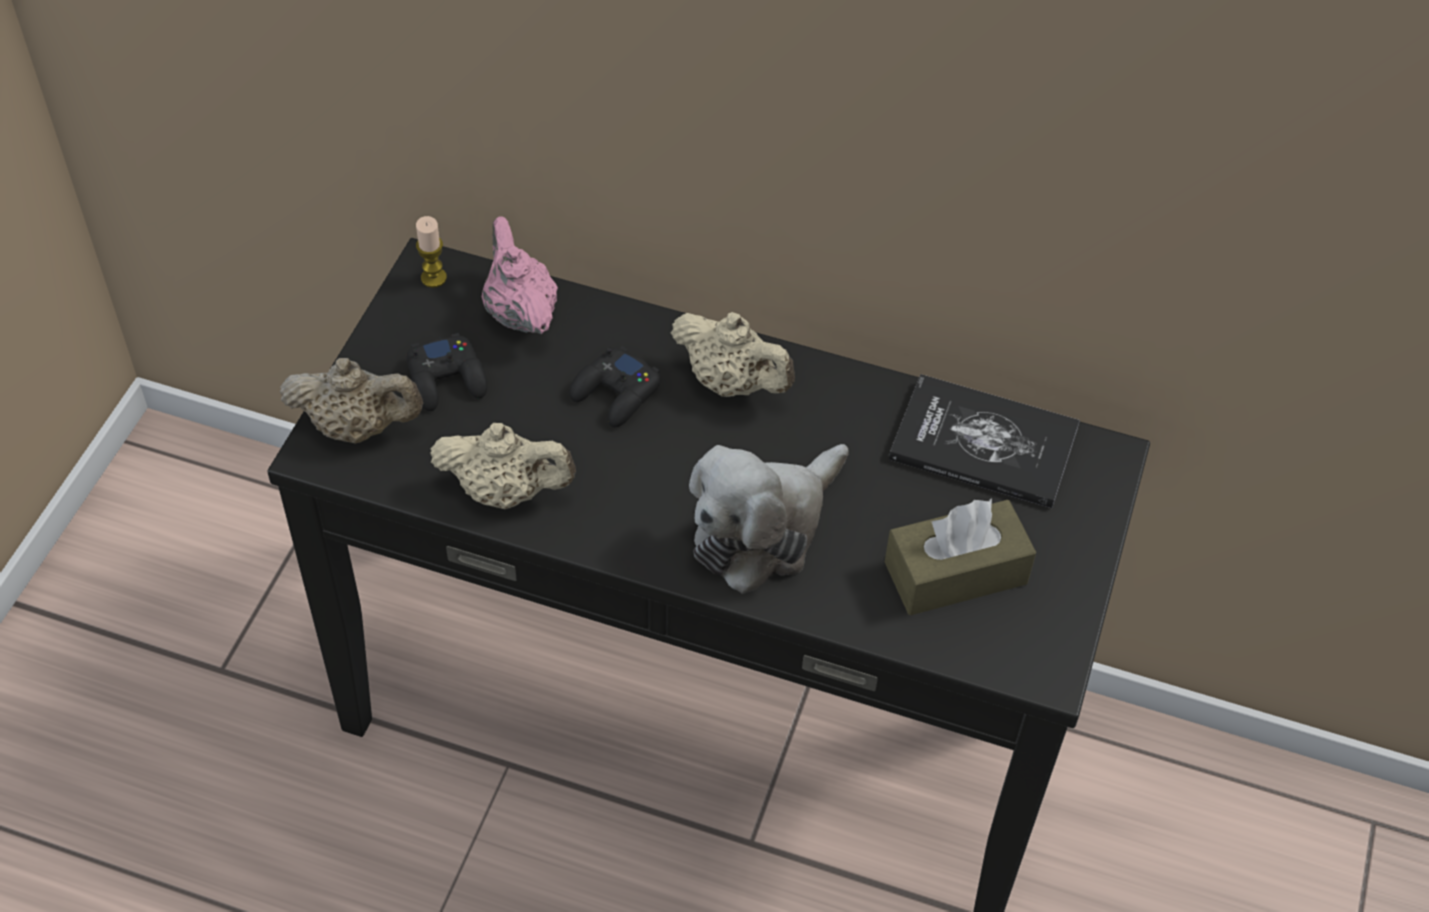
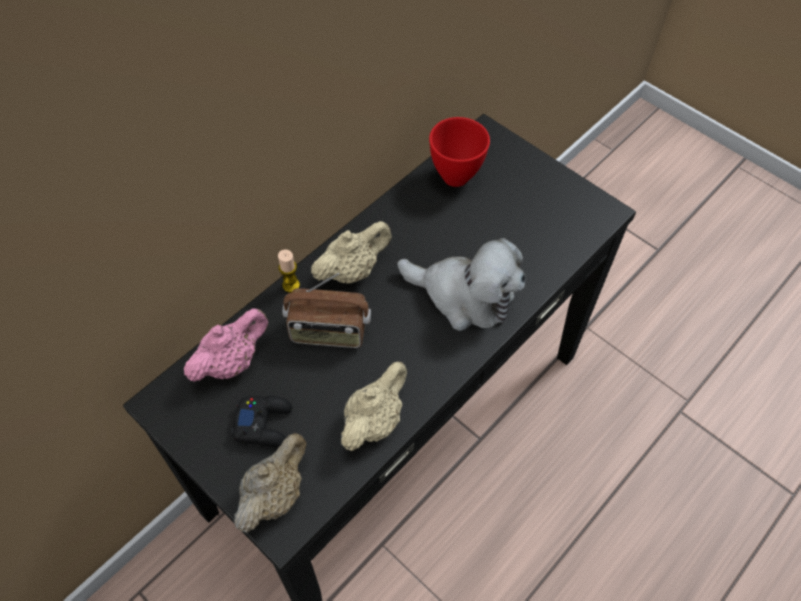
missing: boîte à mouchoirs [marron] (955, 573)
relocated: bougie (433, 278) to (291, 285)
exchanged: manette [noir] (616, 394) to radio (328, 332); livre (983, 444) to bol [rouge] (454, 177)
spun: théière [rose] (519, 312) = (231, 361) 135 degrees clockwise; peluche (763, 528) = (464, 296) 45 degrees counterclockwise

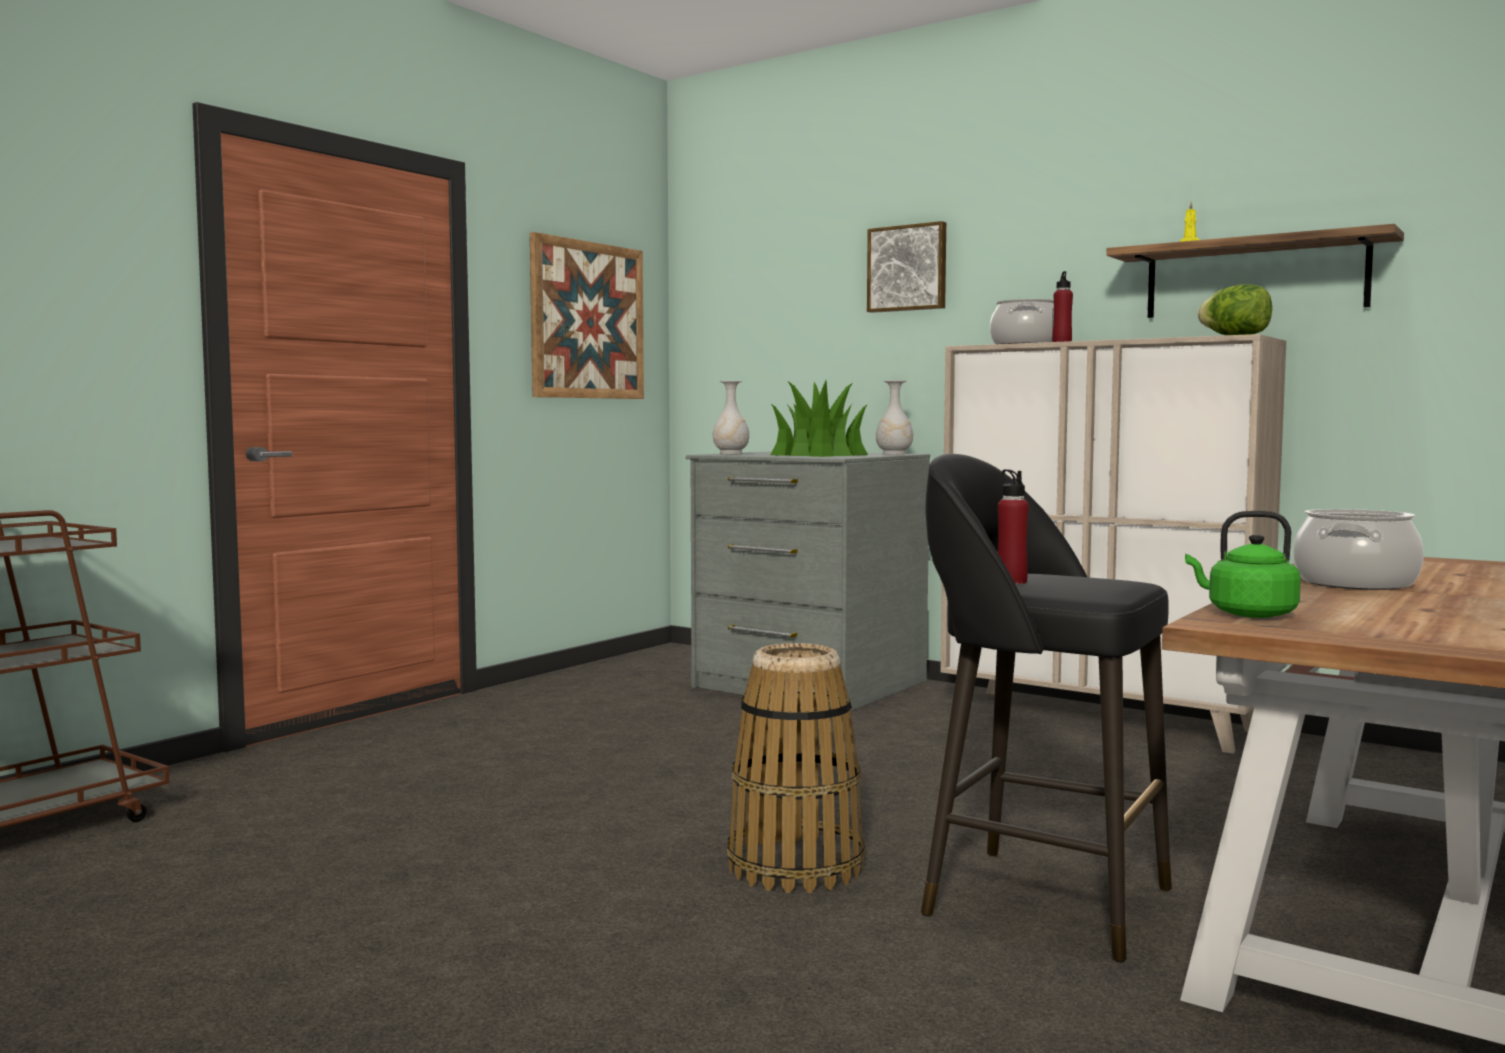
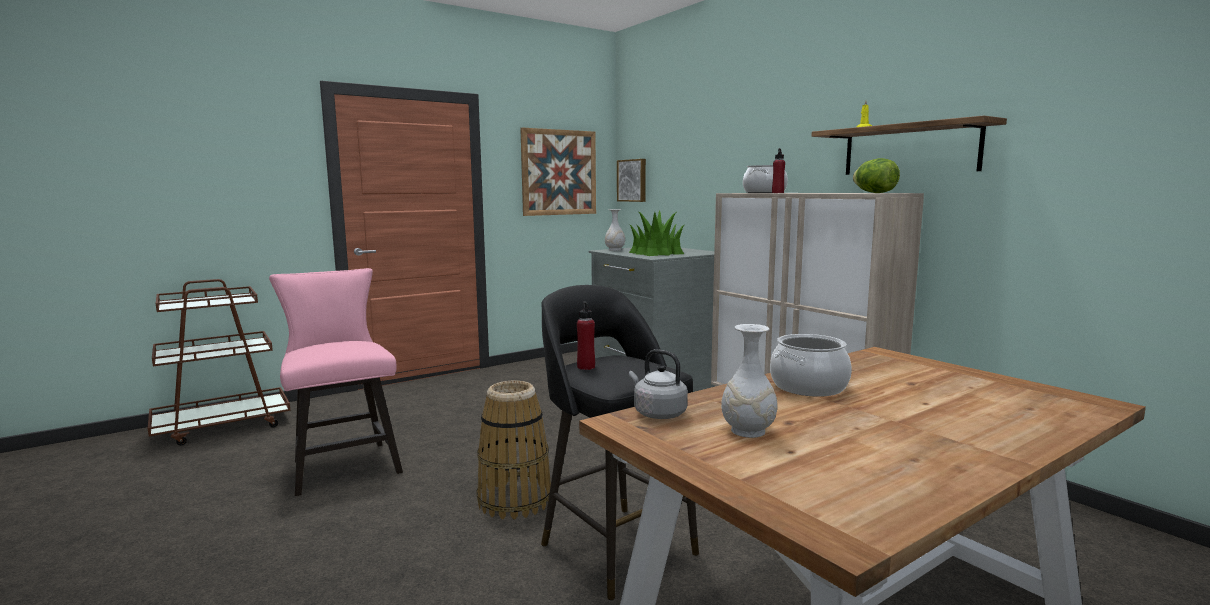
appeared: chaise [rose] (343, 464)
relocated: tableau (908, 268) to (632, 180); vase [blanc] (893, 454) to (747, 431)
colour: bouilloire [vert] (1247, 614) to bouilloire [gris] (657, 413)

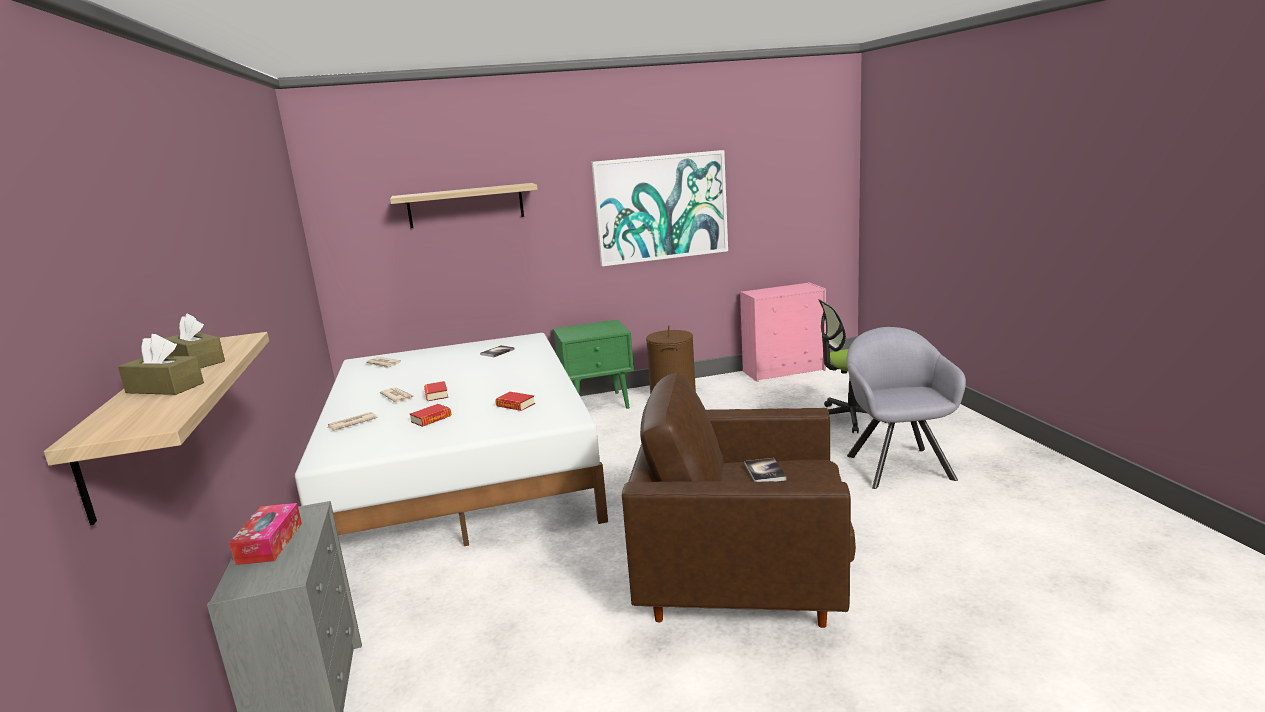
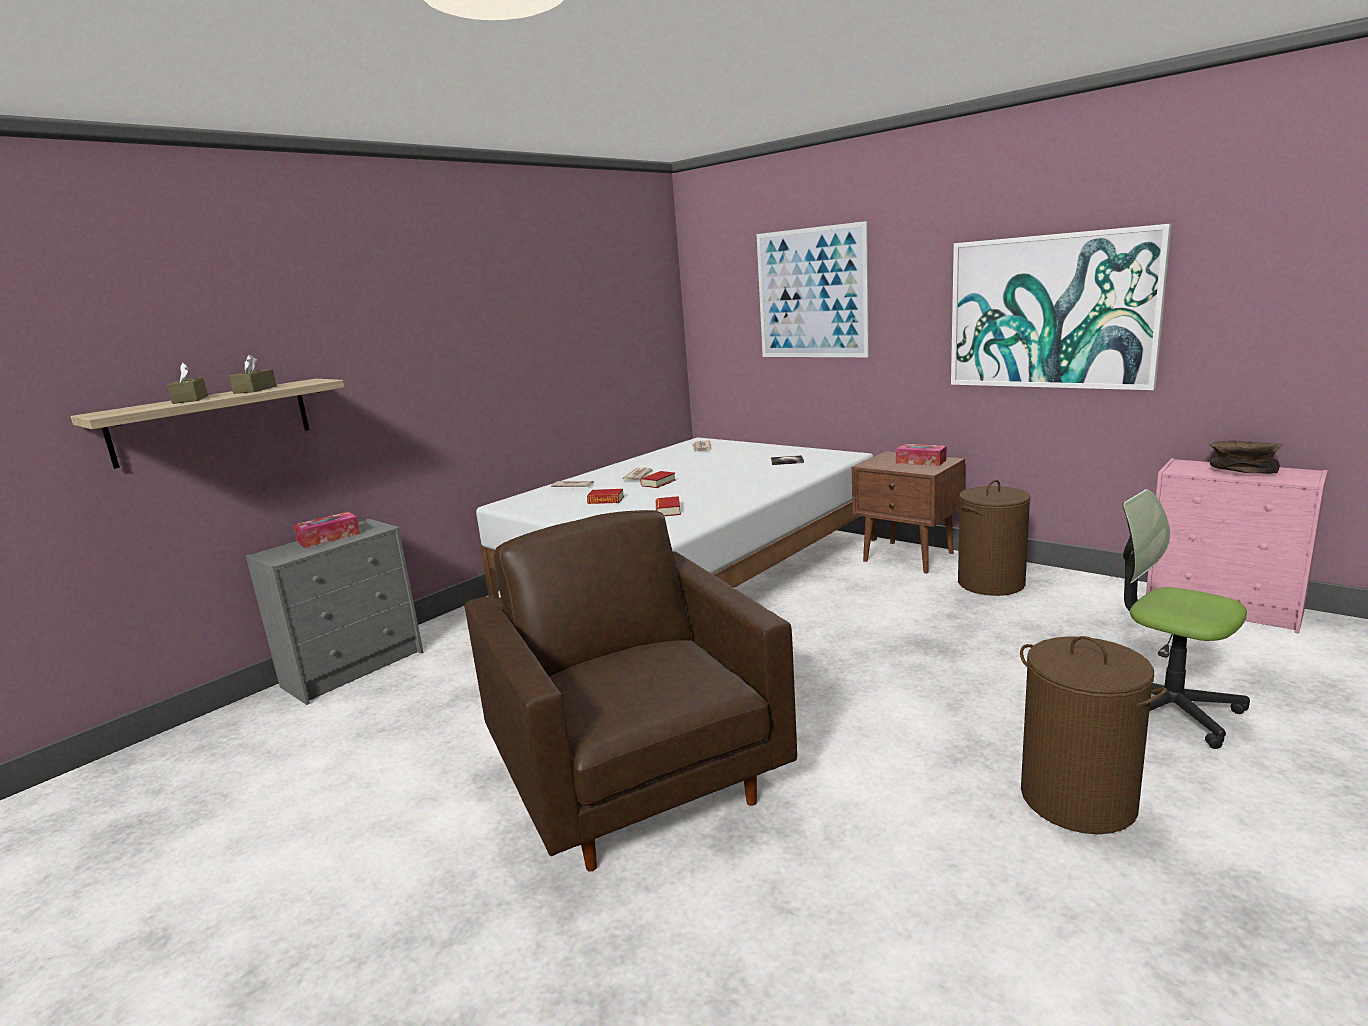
missing: livre (765, 472)
appeared: bol [marron] (1240, 470); boîte à mouchoirs (920, 461)
exchanged: étagère (466, 205) to tableau (811, 293); fauteuil [gris] (897, 464) to panier à linge [marron] (1078, 800)
colour: table de chevet [vert] (599, 404) to table de chevet [marron] (909, 557)

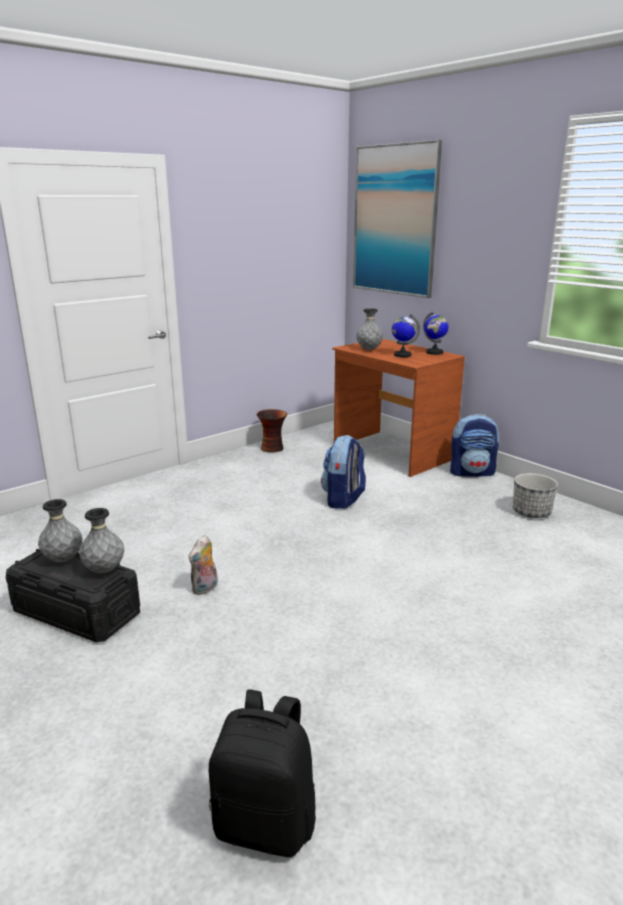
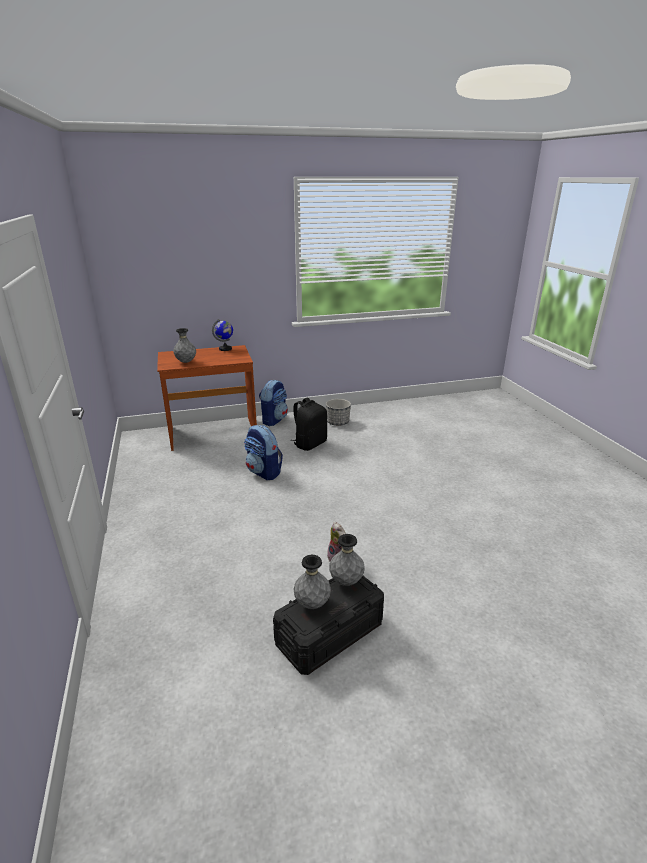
missing: tableau (394, 220); globe (402, 355); vase (273, 448)
relocated: sac à dos [noir] (266, 823) to (310, 444)

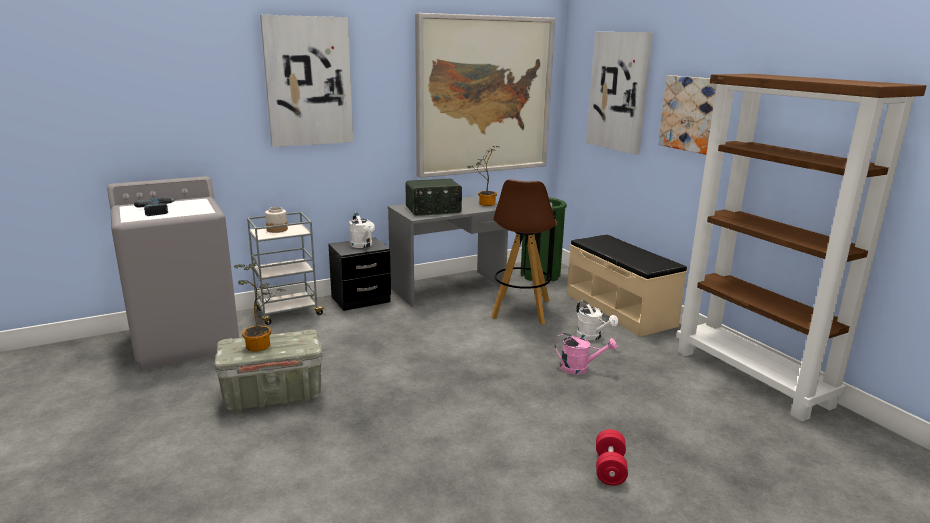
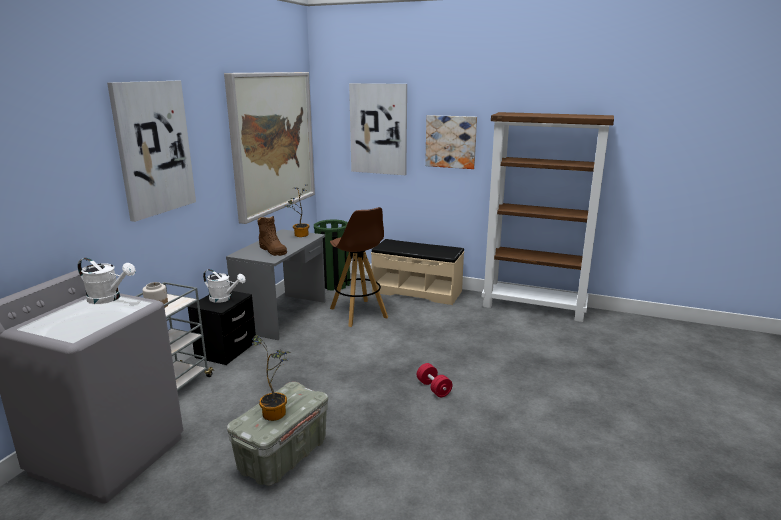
missing: perceuse (158, 210); arrosoir [rose] (580, 368)
relocated: arrosoir [blanc] (592, 336) to (109, 298); haltère [rouge] (609, 468) to (433, 388)
exchanged: radio (433, 210) to botte [marron] (272, 250)

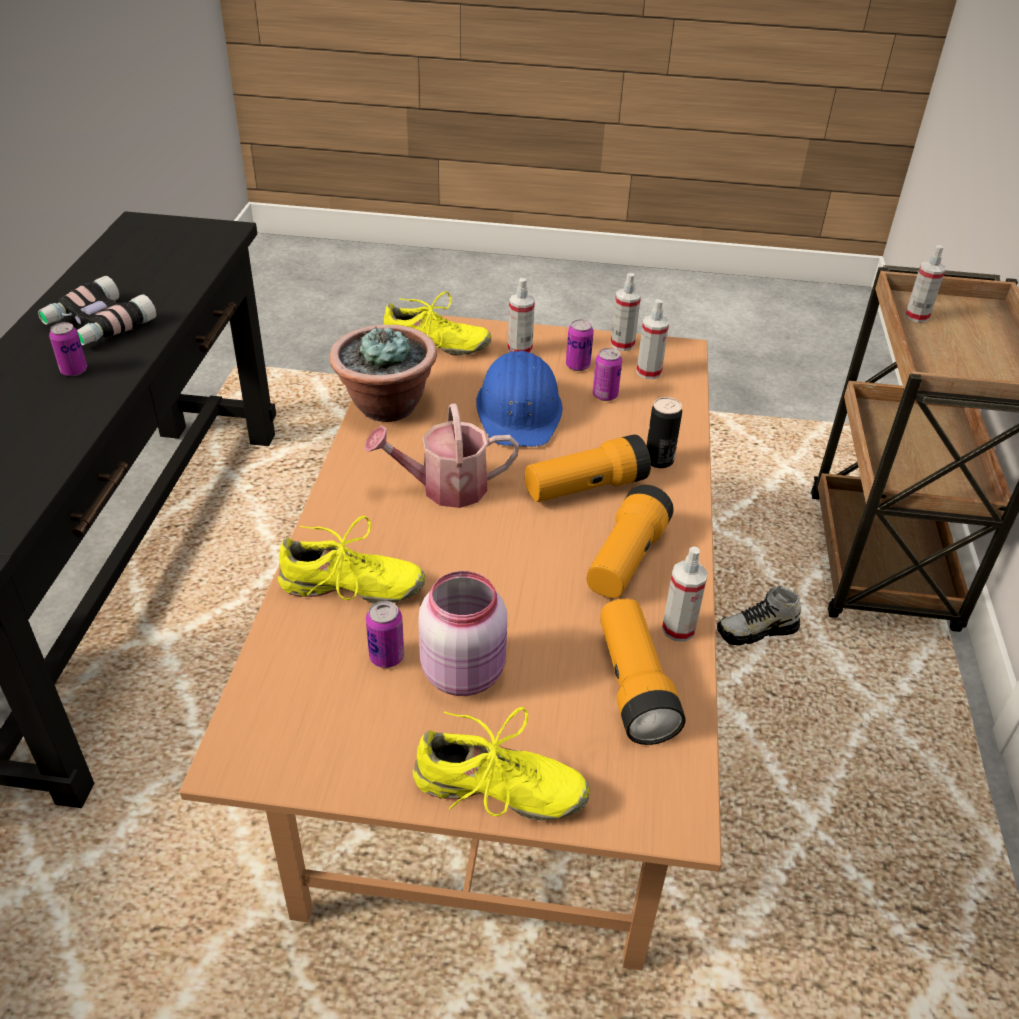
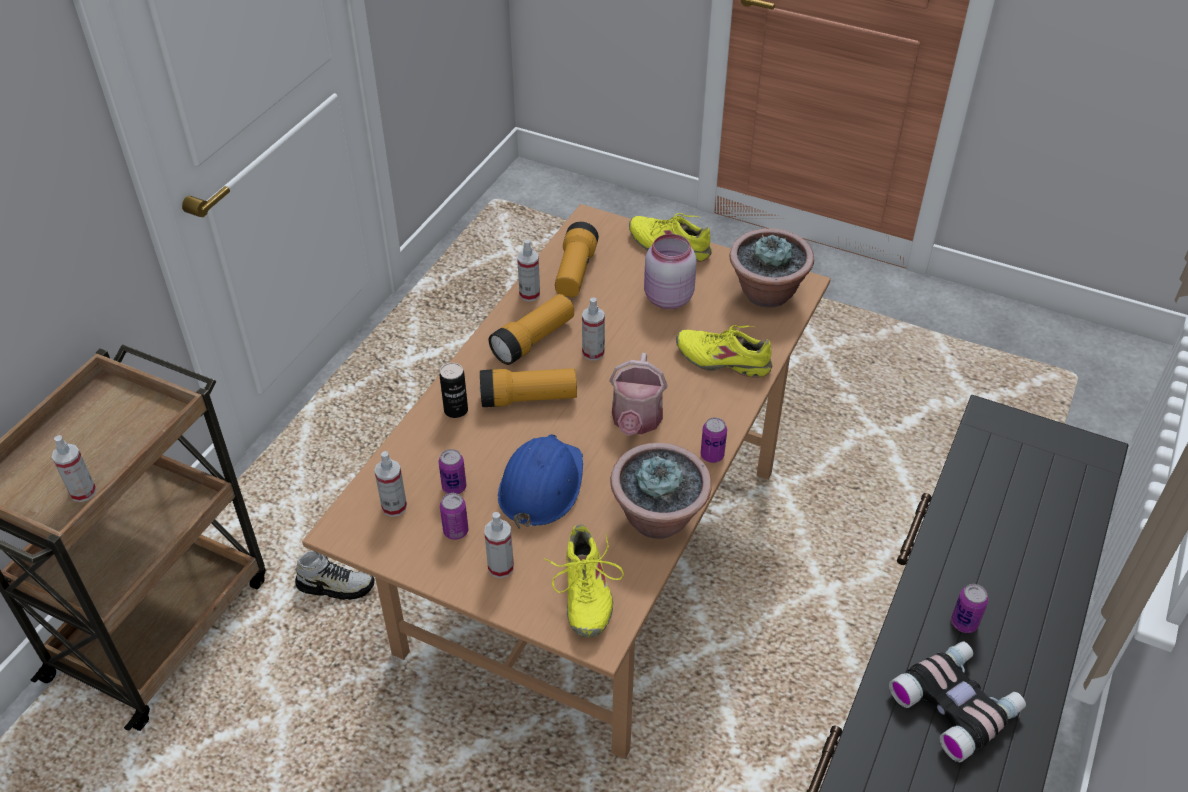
appeared: plante en pot (766, 294)
relocated: vaporisateur (622, 344) to (593, 353); boîte métallique (386, 657) to (712, 455)
spun: chaussure [jaune] (436, 346) = (584, 593) 120 degrees counterclockwise; arrosoir (444, 488) = (636, 422) 90 degrees clockwise

